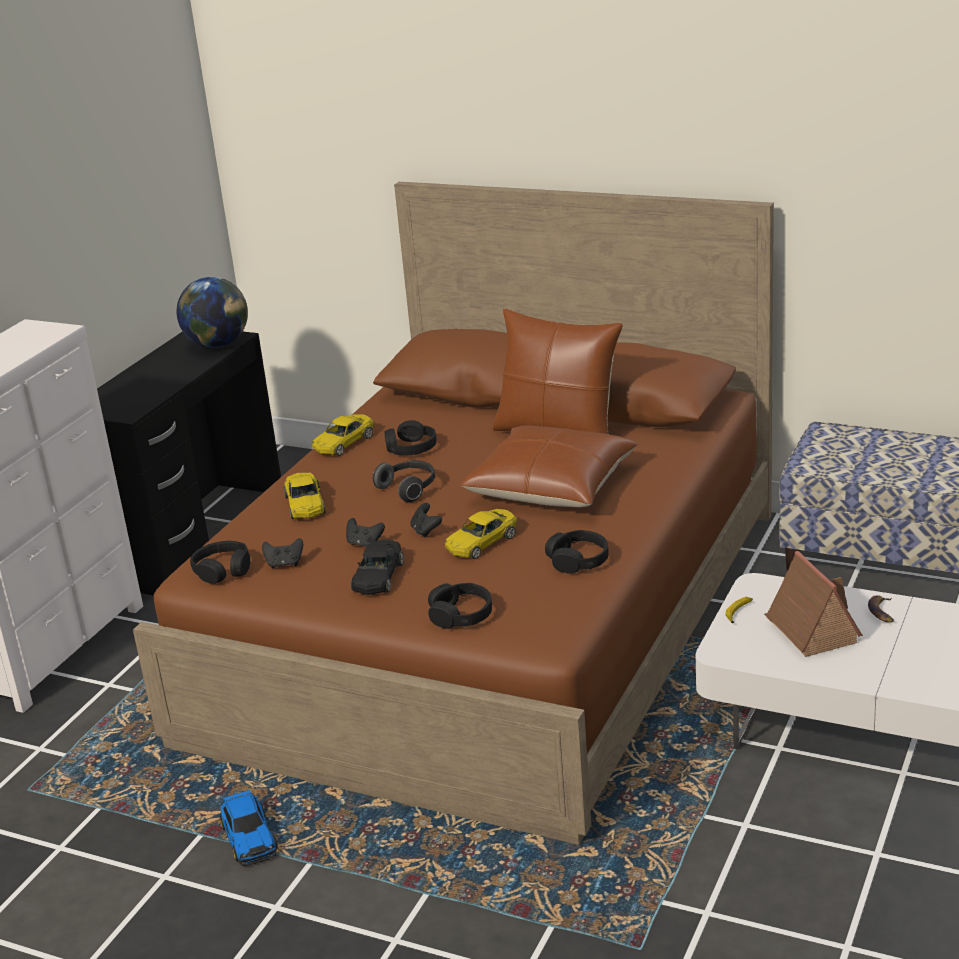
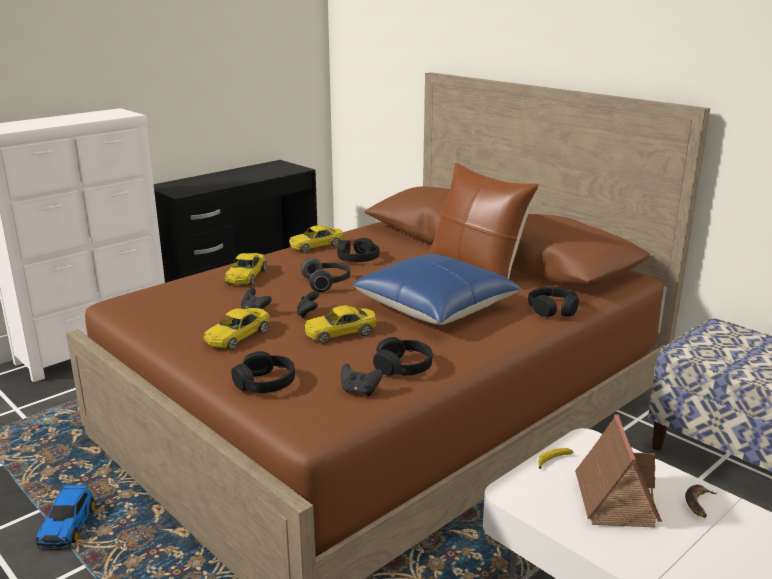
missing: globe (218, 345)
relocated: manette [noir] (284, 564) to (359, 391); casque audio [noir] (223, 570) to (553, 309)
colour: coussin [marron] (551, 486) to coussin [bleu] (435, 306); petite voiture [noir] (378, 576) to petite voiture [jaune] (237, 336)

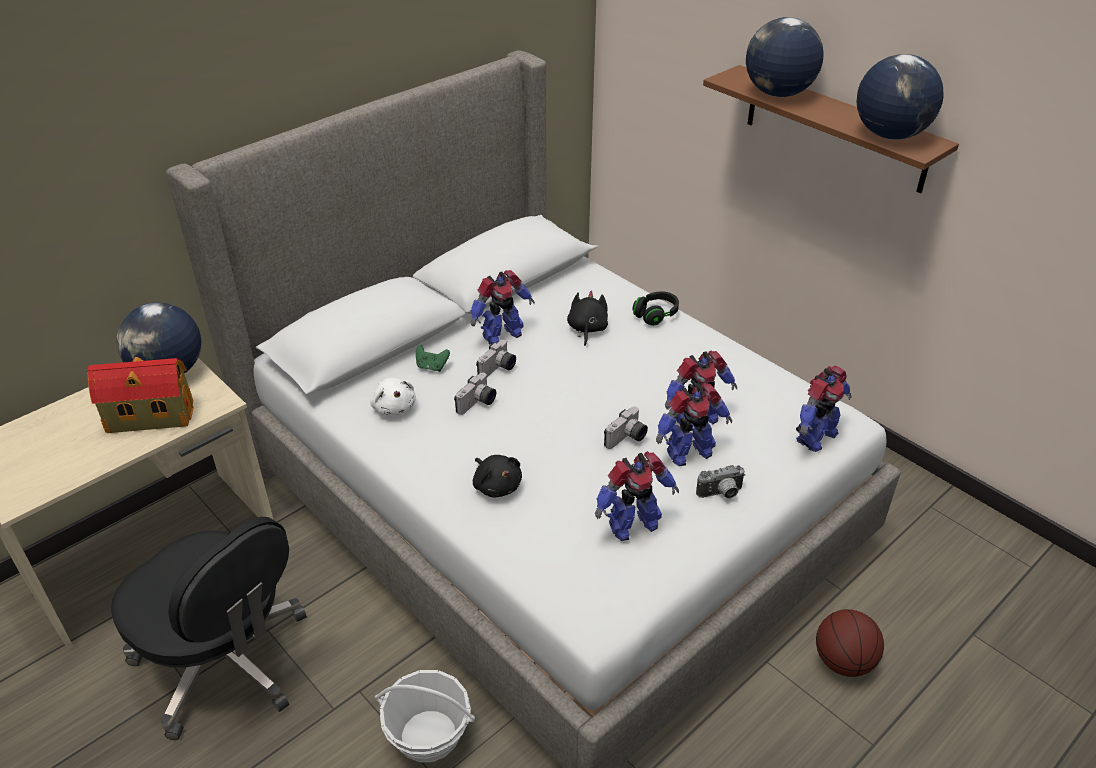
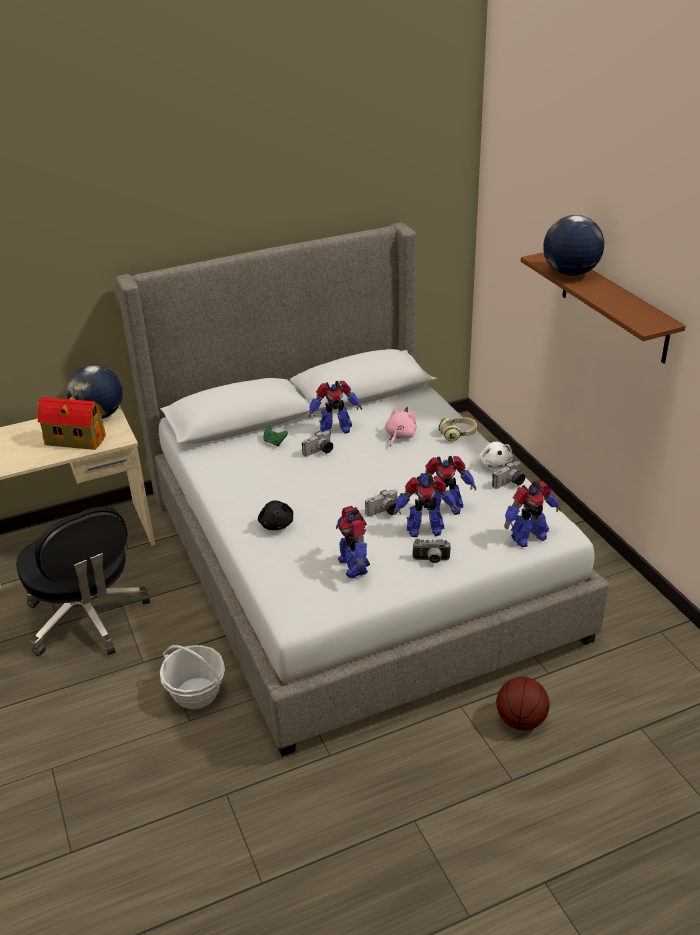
missing: globe (889, 135)
relocated: appareil photo (478, 404) to (510, 483); peluche [blanc] (394, 407) to (494, 464)
colour: peluche [noir] (587, 329) to peluche [rose] (399, 436); casque audio [noir] (656, 315) to casque audio [beige] (458, 434)
spun: robot jouet (632, 525) = (353, 565) 75 degrees clockwise

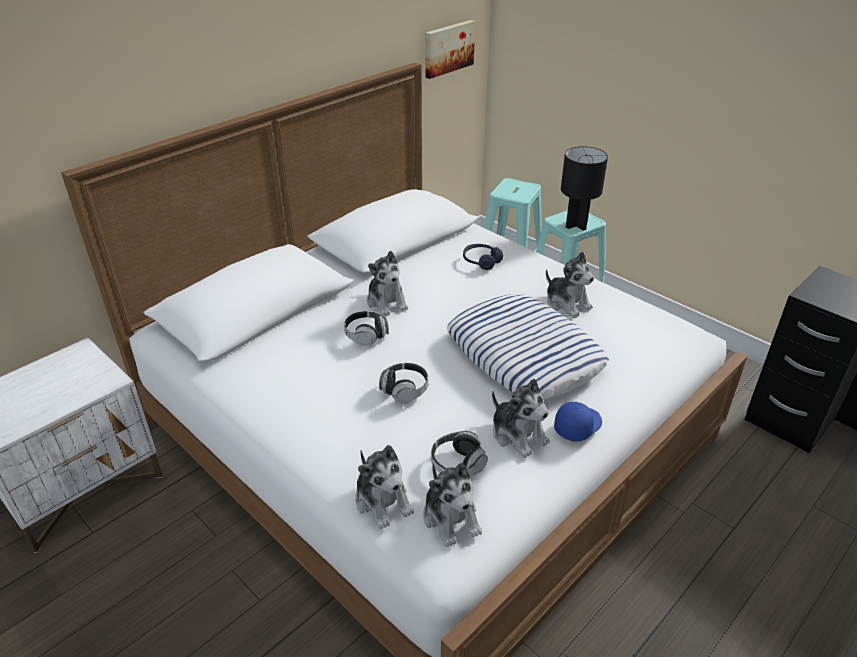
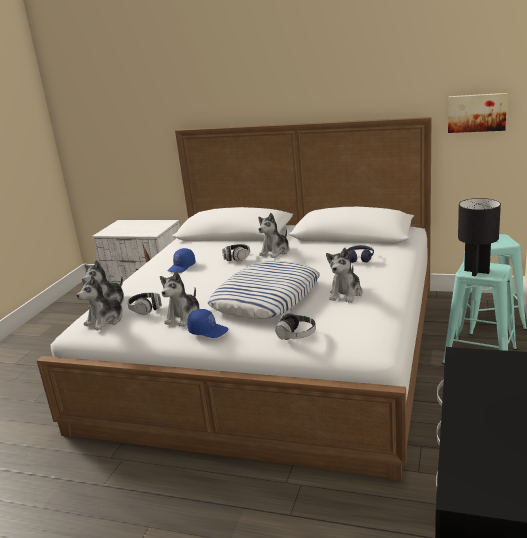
appeared: casquette [bleu] (182, 267)
relocated: casque audio (404, 390) to (296, 335)

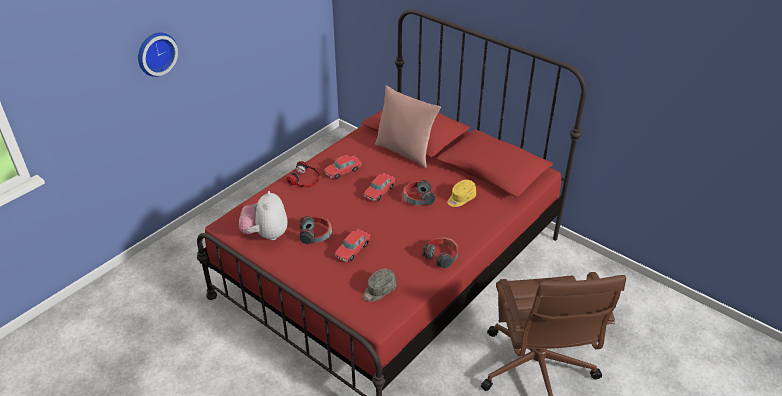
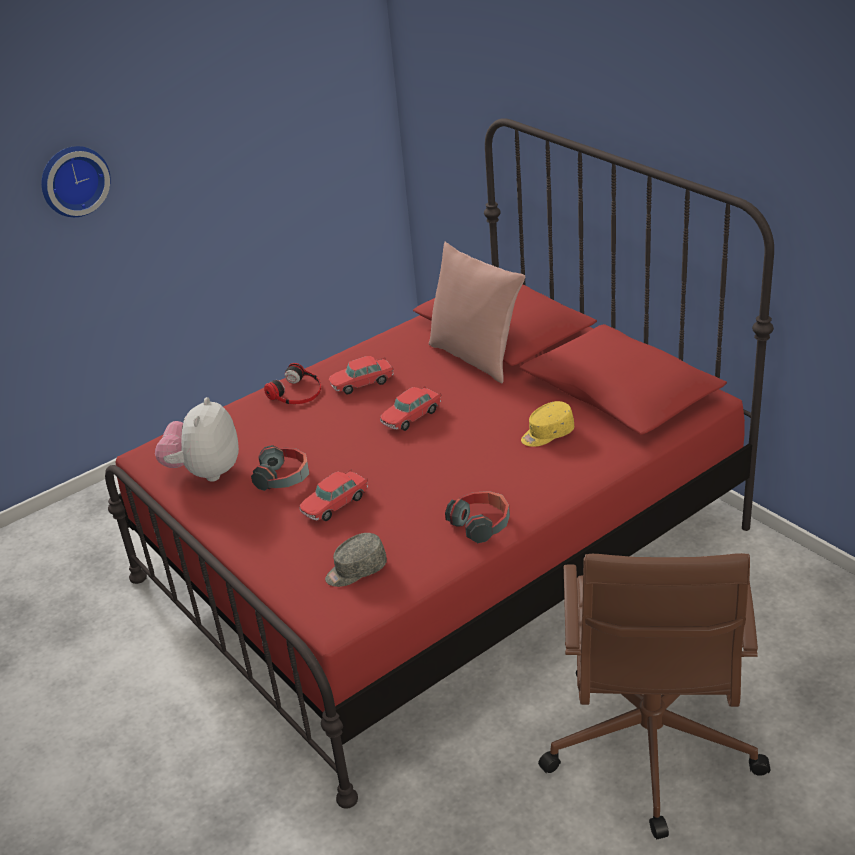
missing: casque audio (417, 198)

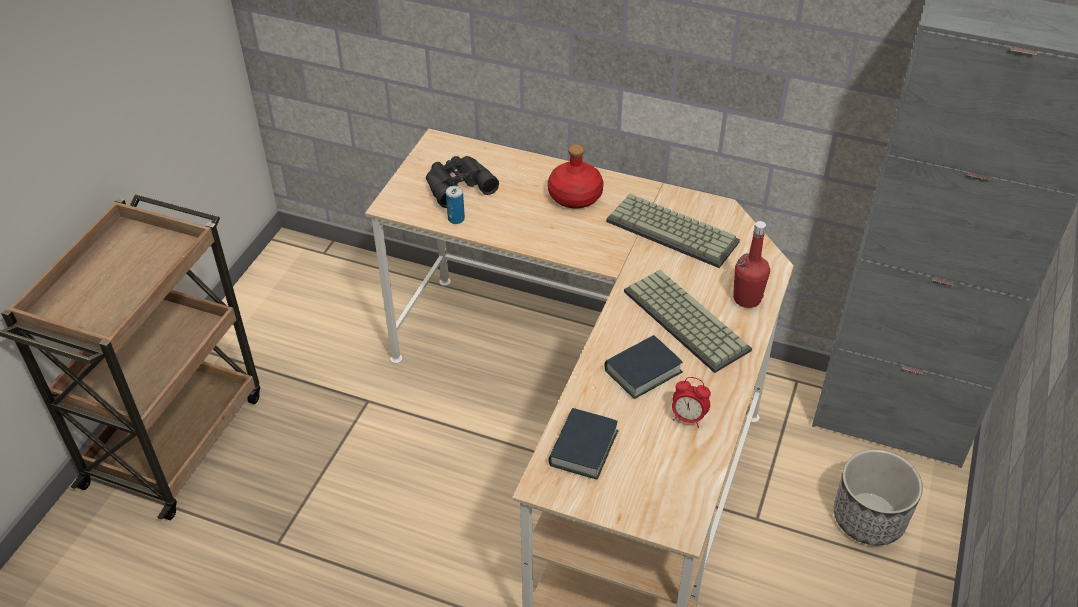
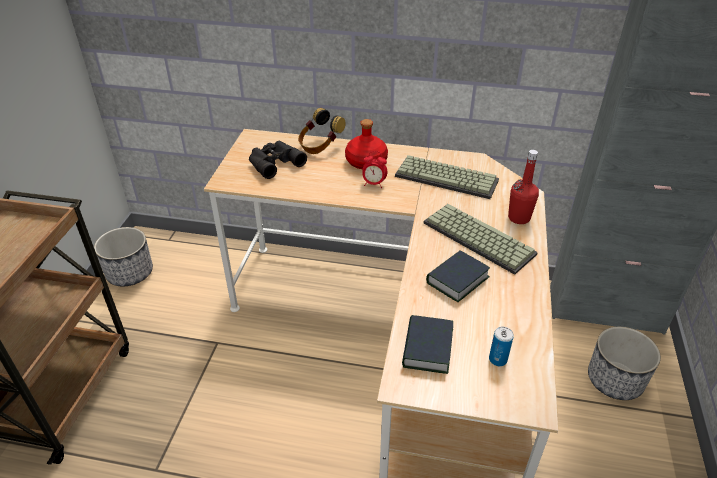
appeared: casque audio (320, 146); cache-pot (130, 273)
relocated: boîte métallique (456, 219) to (498, 359); réveil (688, 418) to (374, 184)

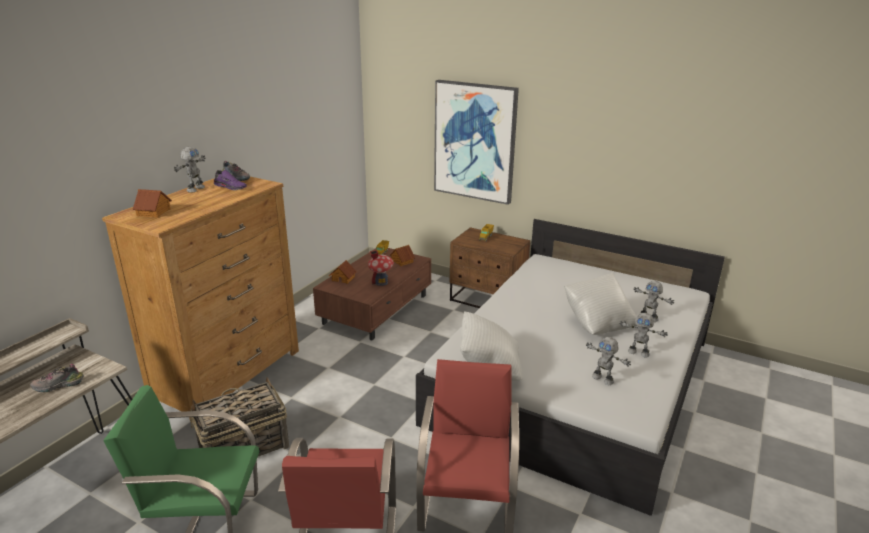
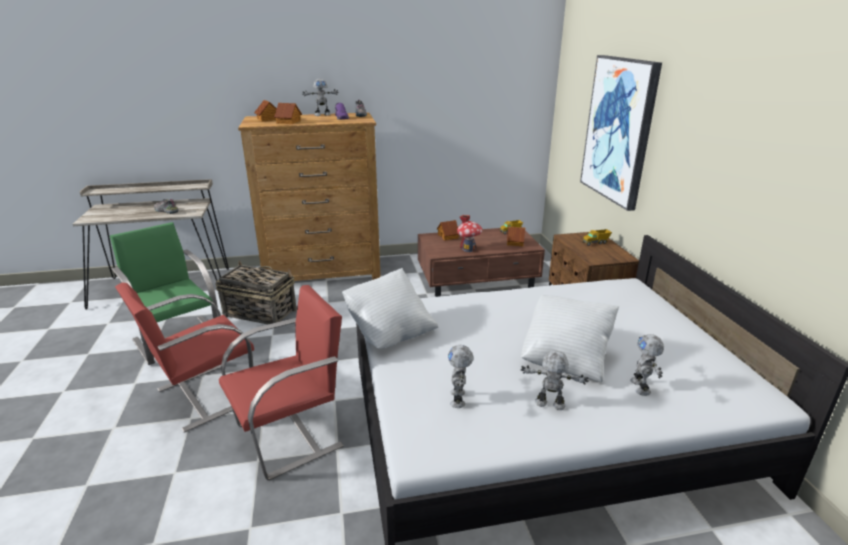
appeared: maison miniature (289, 122)
spun: robot jouet (638, 352) = (550, 405) 120 degrees clockwise

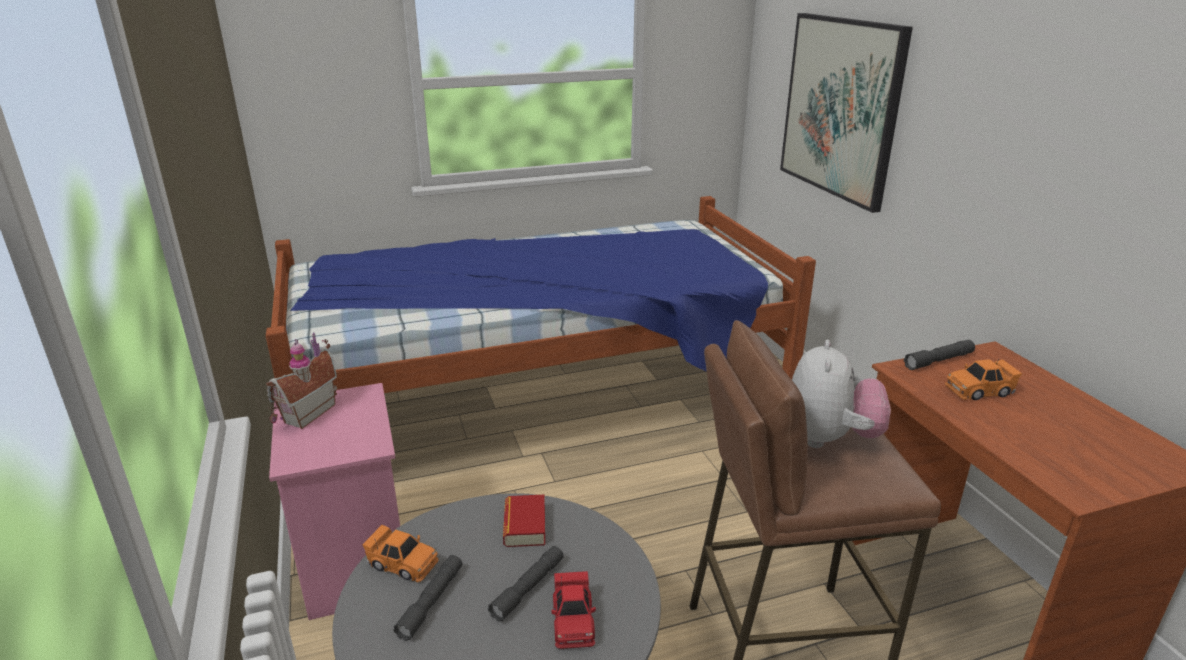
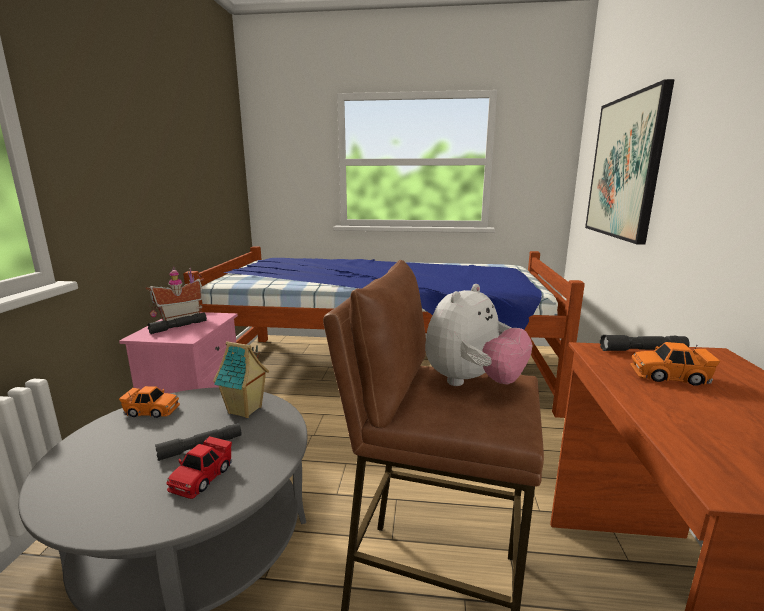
relocated: lampe de poche [gris] (431, 602) to (179, 327)
exchanged: livre (524, 526) to maison miniature (245, 410)
spun: petite voiture [orange] (402, 564) = (152, 411) 45 degrees counterclockwise

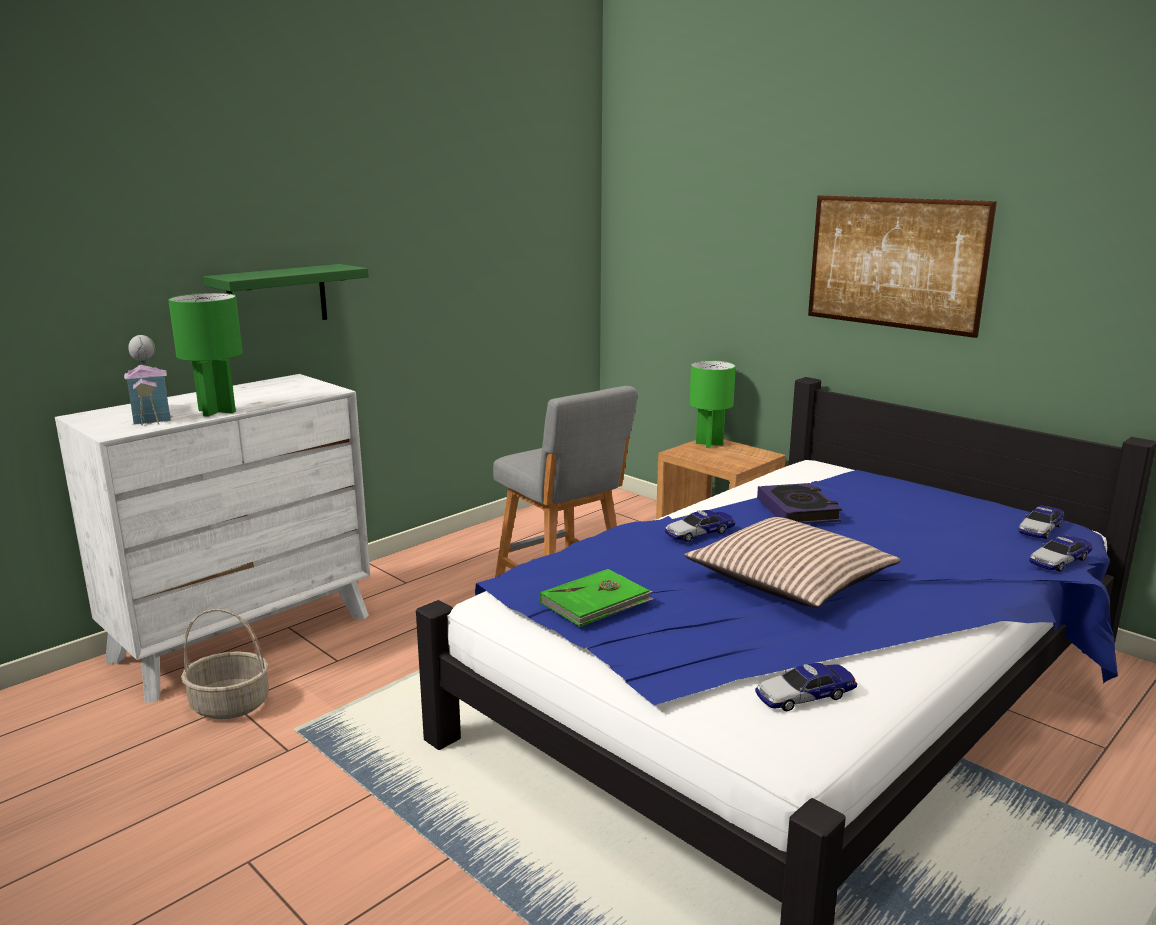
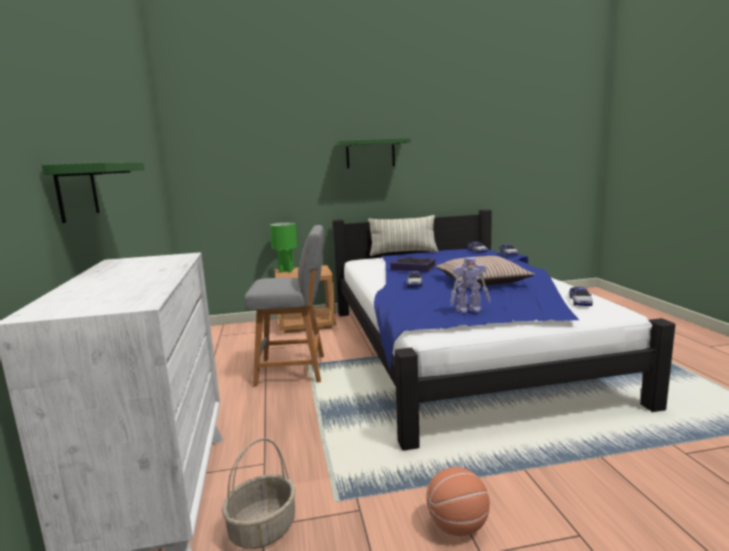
missing: lampe de table [vert] (217, 411); maison miniature (152, 415)
appeared: coussin (403, 253); ballon de basket (457, 526)
exchanged: tableau (894, 263) to étagère [vert] (370, 153); livre [vert] (596, 602) to robot jouet (469, 310)

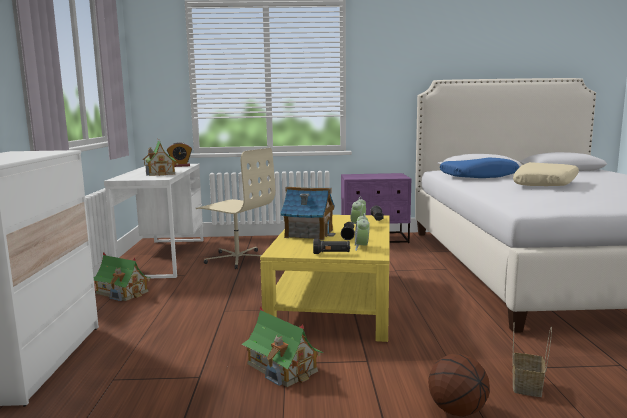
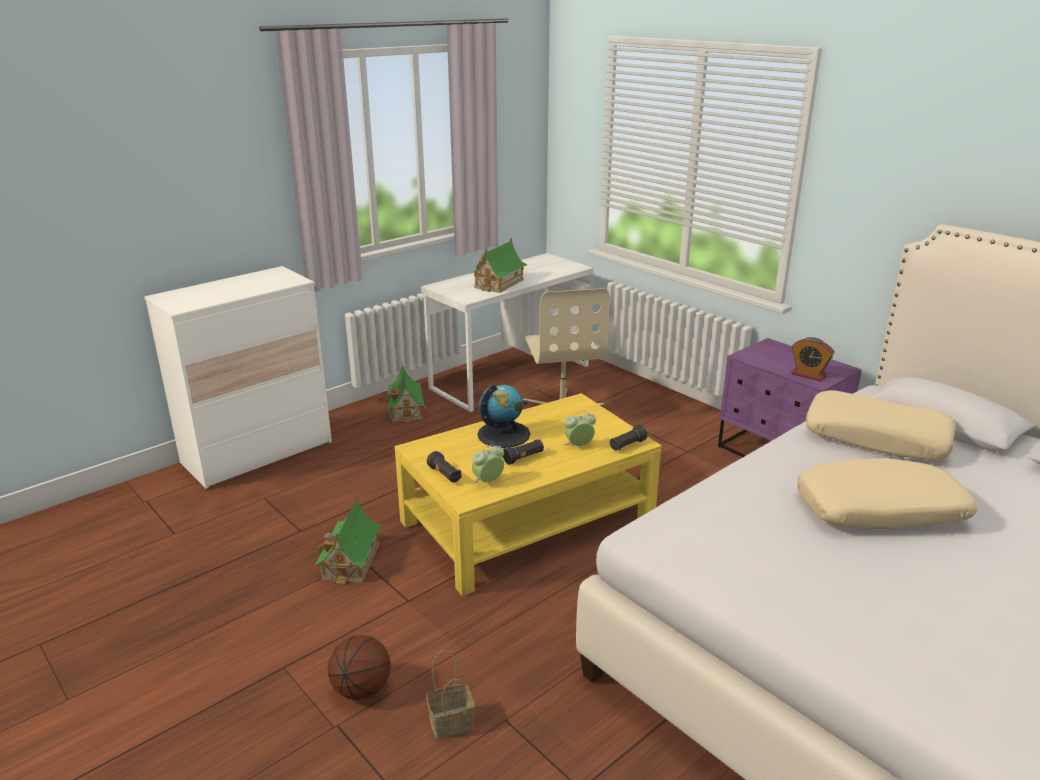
relocated: réveil (180, 166) to (808, 375)
exchanged: maison miniature (308, 234) to globe (503, 434)
colour: coussin [bleu] (478, 176) to coussin [beige] (876, 437)

